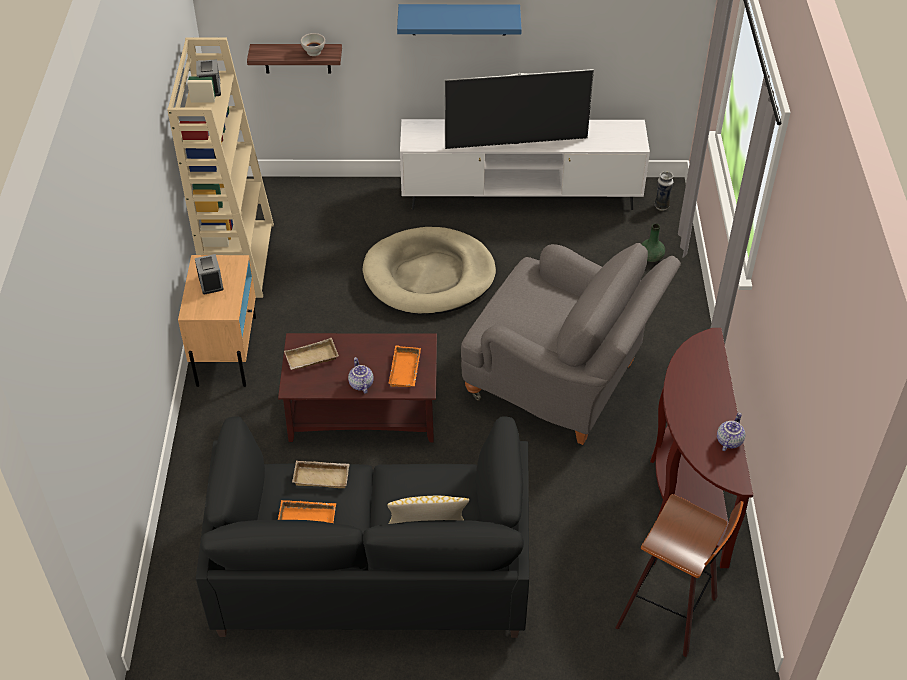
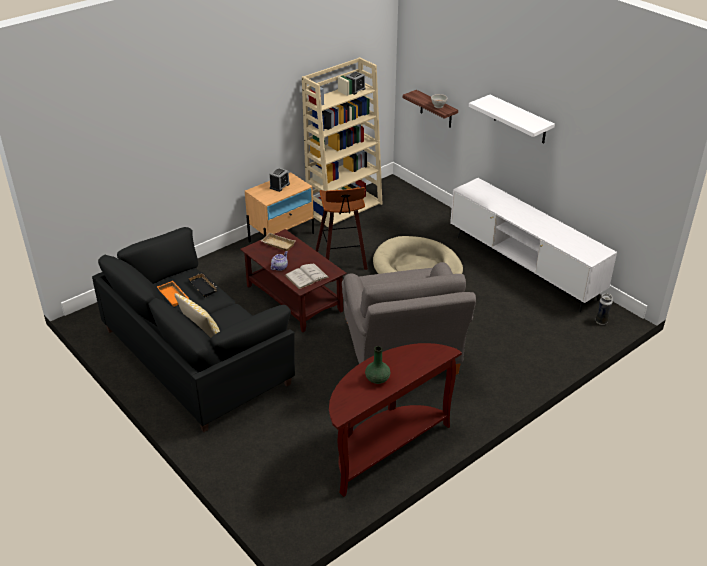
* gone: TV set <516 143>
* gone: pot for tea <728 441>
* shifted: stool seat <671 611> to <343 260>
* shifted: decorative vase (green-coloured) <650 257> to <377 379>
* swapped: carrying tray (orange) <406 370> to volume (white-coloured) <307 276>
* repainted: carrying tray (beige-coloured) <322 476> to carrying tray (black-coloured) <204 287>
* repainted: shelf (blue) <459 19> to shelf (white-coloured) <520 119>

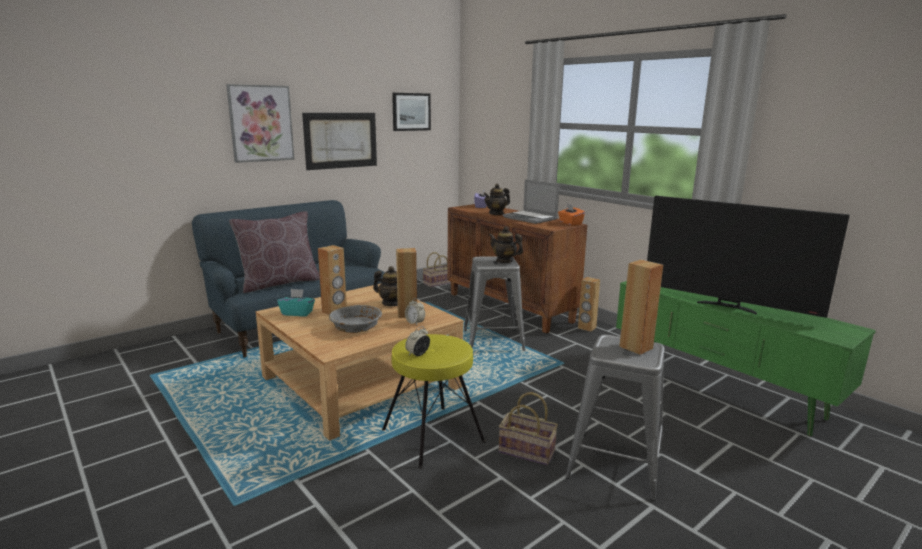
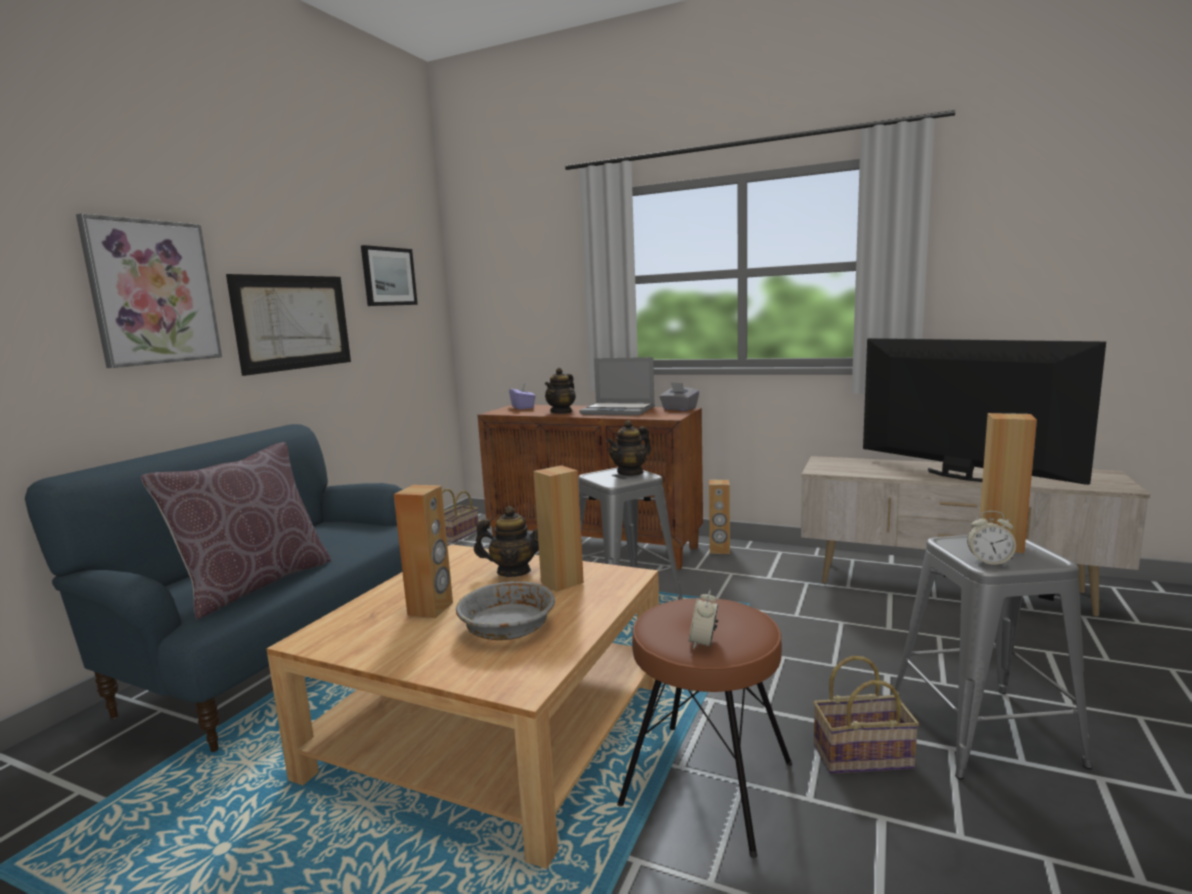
* gone: tissue box (turquoise) <297 313>
* shifted: table clock <415 323> to <989 562>
* repainted: stool seat (yellowish) <432 436> to stool seat (brownish) <708 785>
* repainted: tissue box (orange) <570 223> to tissue box (gray) <679 409>
* repainted: tv unit (green-coloured) <719 389> to tv unit (beige-coloured) <948 588>
* rotated: pot for tea <504 261> = <630 472> 45 degrees counterclockwise
* rotated: TV set <727 306> = <959 476> 135 degrees counterclockwise

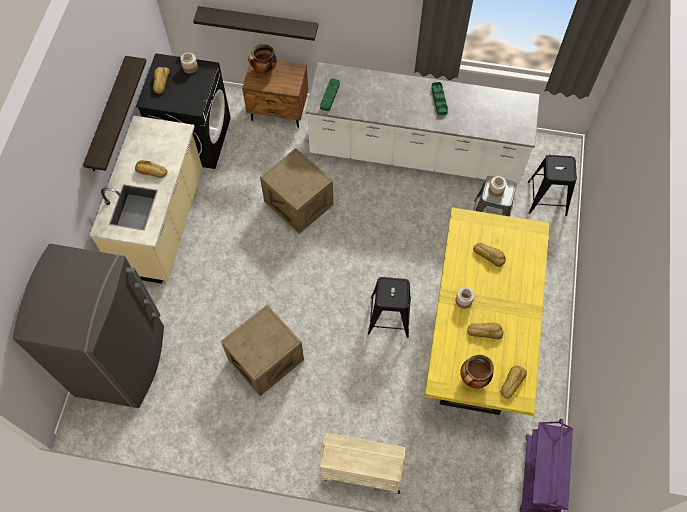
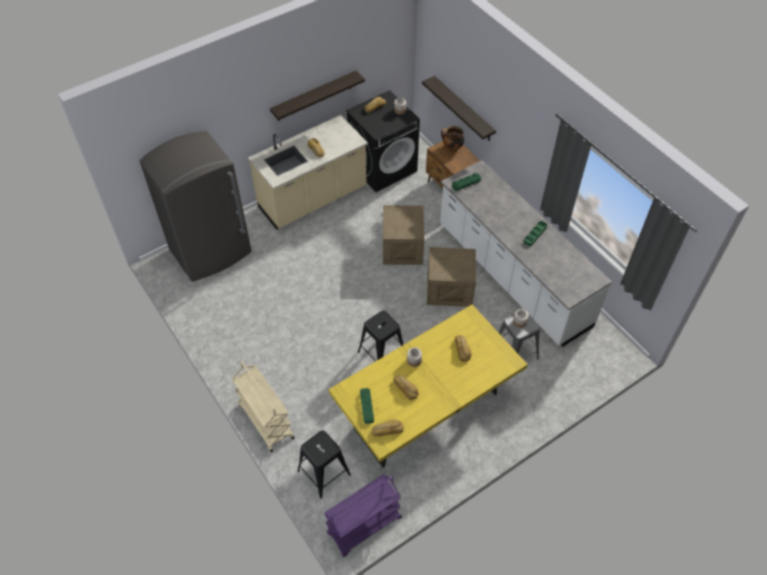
* shifted: packing crate <265 359> to <449 289>
* shifted: stool seat (black-coloured) <547 198> to <324 473>
* swapped: stockpot <473 378> to carrying tray (green-coloured) <366 406>

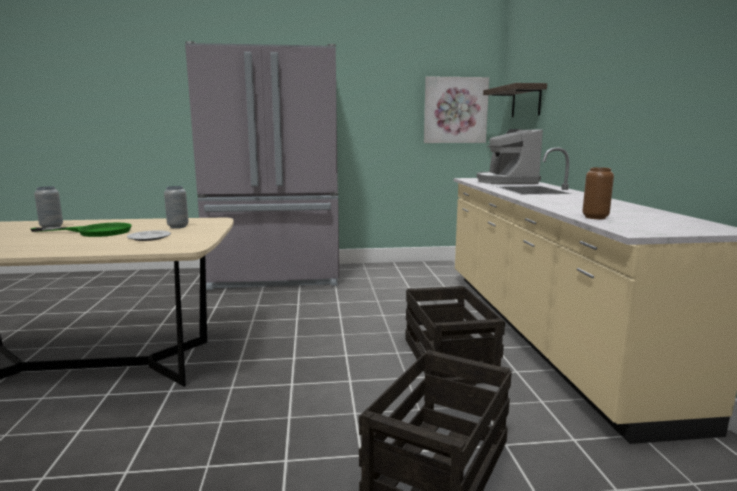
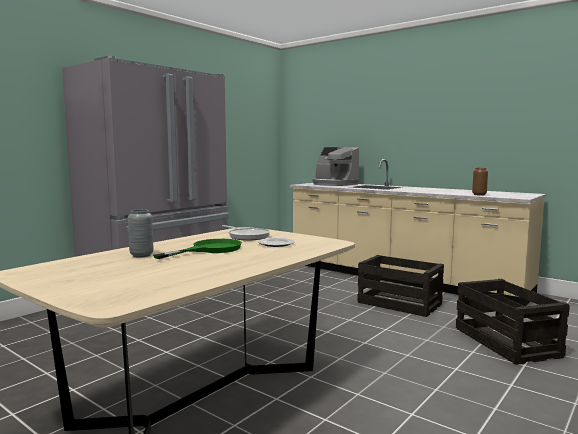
* gone: picture <455 110>
* gone: shelf <526 101>
* swapped: decorative vase (gray) <178 226> to skillet <247 236>

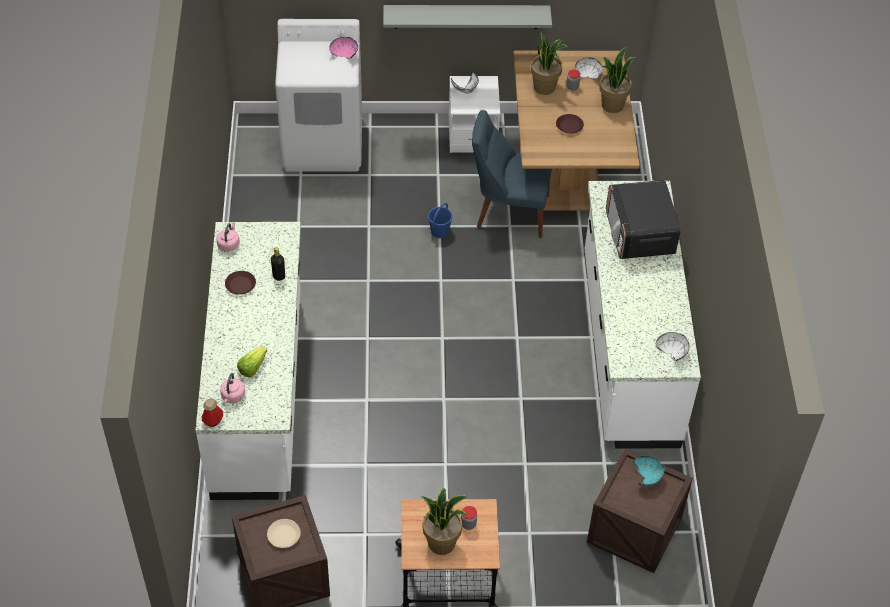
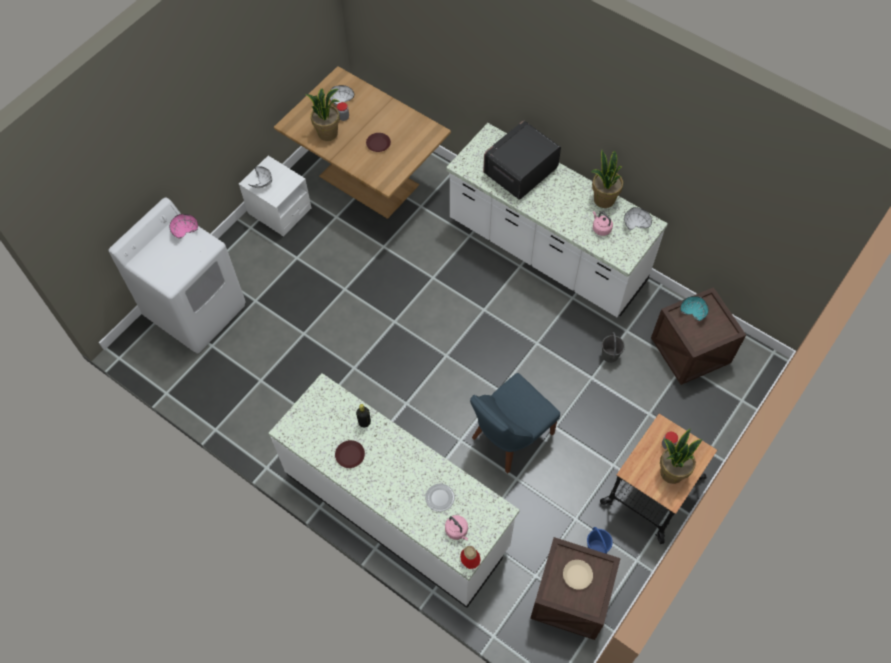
* gone: shelf (gray) <466 16>
* new: water bucket (gray) <610 355>
* shifted: kettle (pinkish) <229 244> to <600 228>
* shifted: water bucket (blue) <440 231> to <596 548>
* shifted: plain chair (blue) <508 212> to <509 437>
* shifted: plant in a pot <612 105> to <603 199>
* swapped: head of lettuce <252 367> to dinner plate <439 498>
* rotated: kitchen microwave <639 234> = <520 172> 105 degrees clockwise

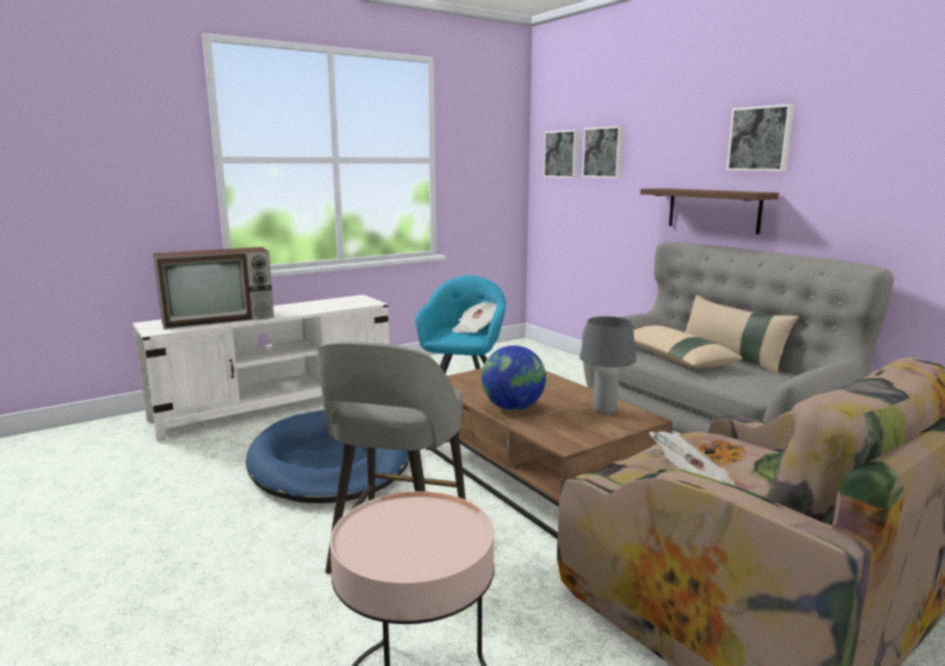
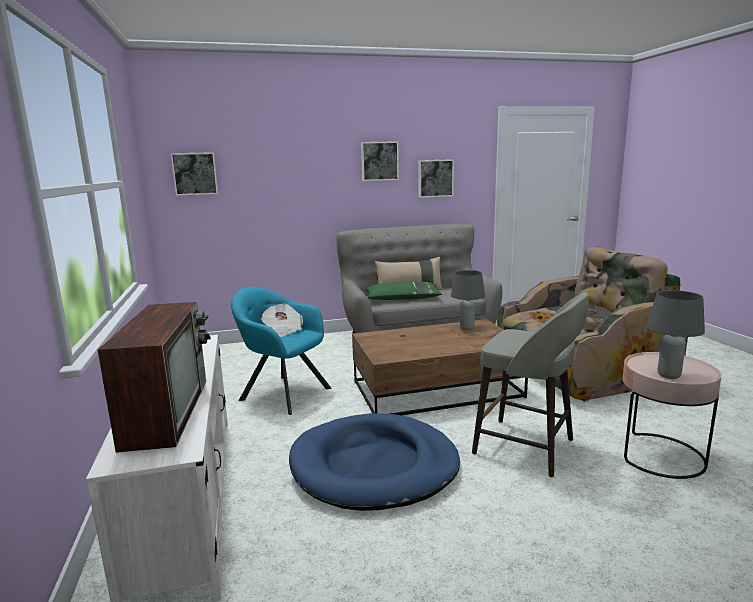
* gone: desk globe <513 408>
* gone: shelf <713 210>
* new: tabletop lamp (gray) <668 376>
* shifted: picture <604 152> to <435 178>
* repainted: cushion (beige-coloured) <674 358> to cushion (green-coloured) <403 299>

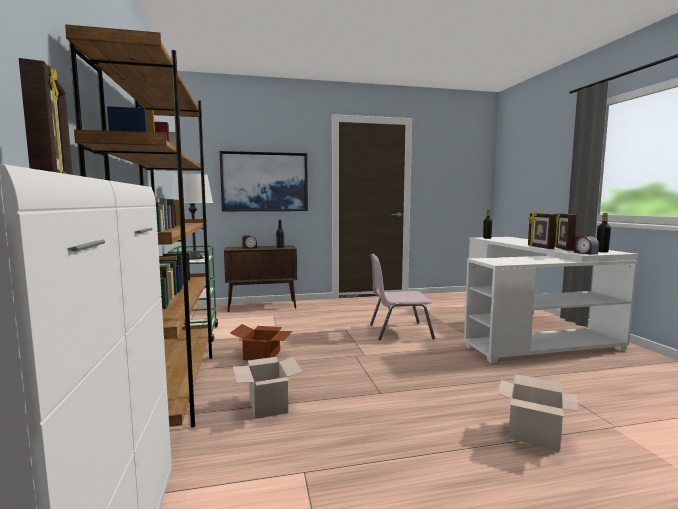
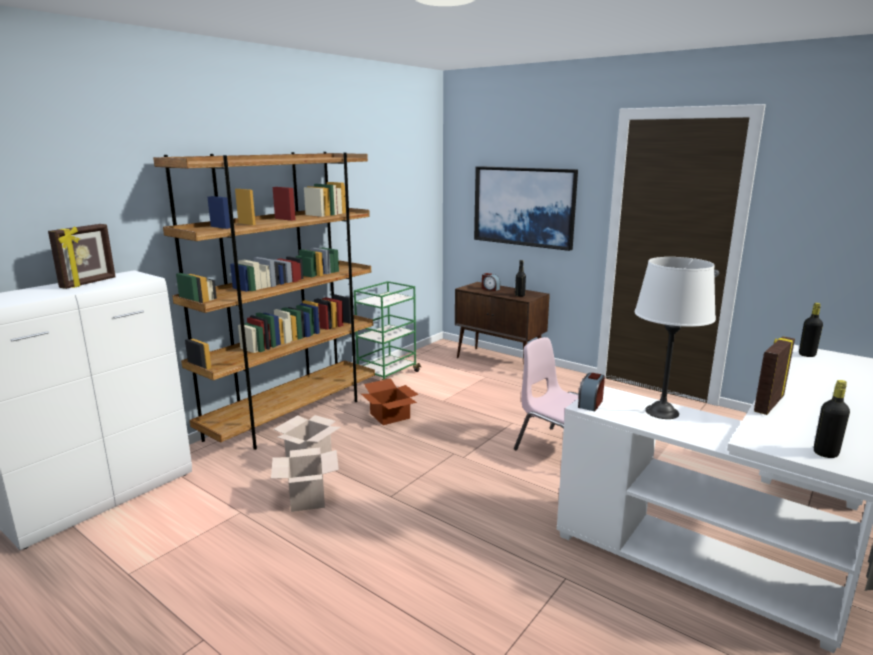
* gone: standing frame <562 249>
* shifted: tabletop lamp (white-coloured) <194 258> to <661 412>
* shifted: packing box <532 435> to <306 498>
* shifted: table clock <584 253> to <590 403>

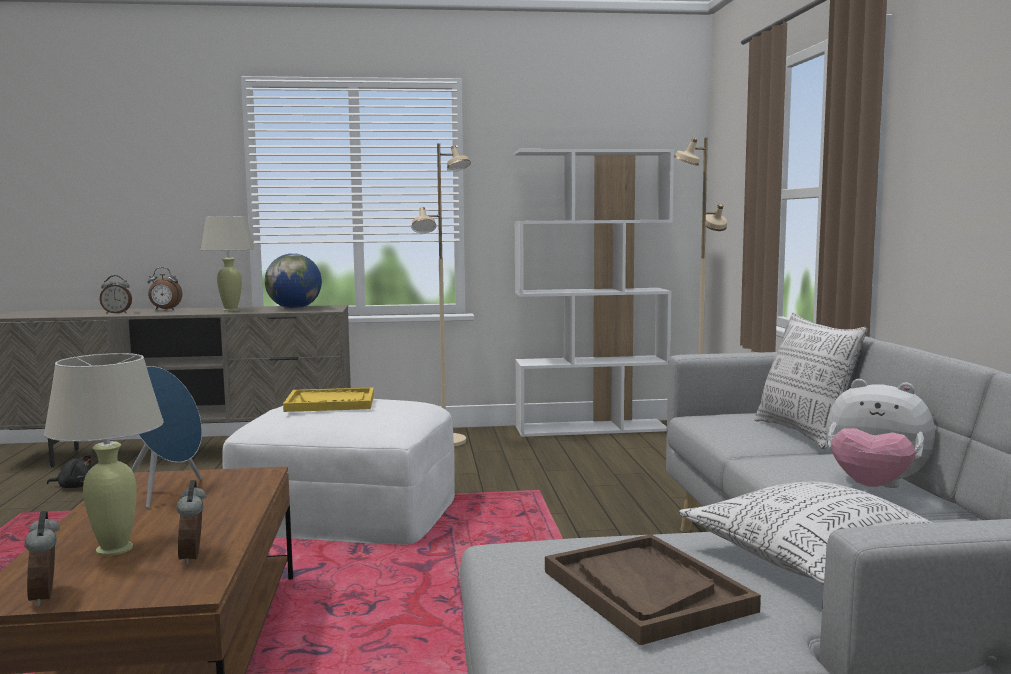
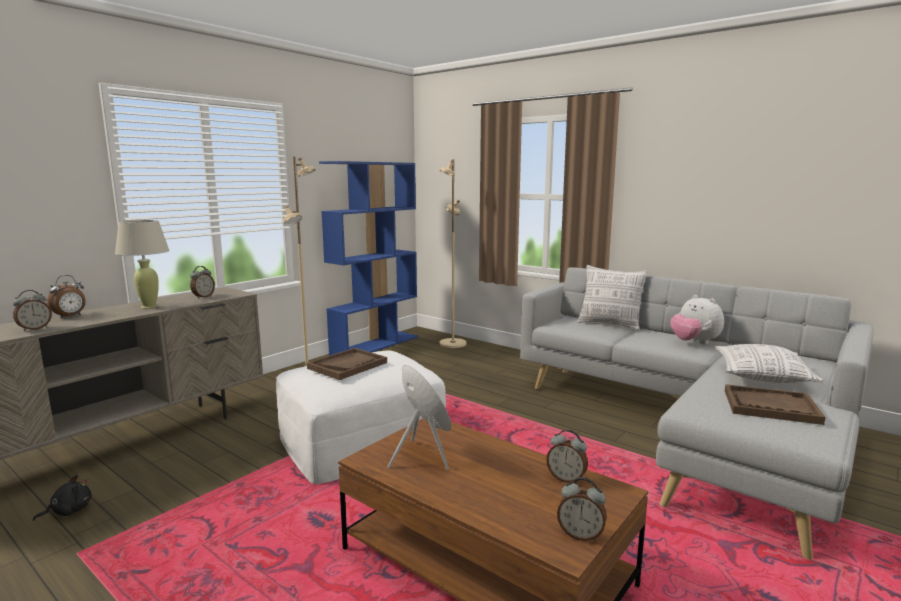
* gone: tabletop lamp (beige-coloured) <114 549>
* swapped: desk globe <294 308> to table clock <203 297>
* repainted: carrying tray (yellowish) <331 403> to carrying tray (brownish) <347 365>
* repainted: bookcase (white-coloured) <591 428> to bookcase (blue) <375 345>
* rotated: soft toy <874 488> = <694 343> 75 degrees clockwise

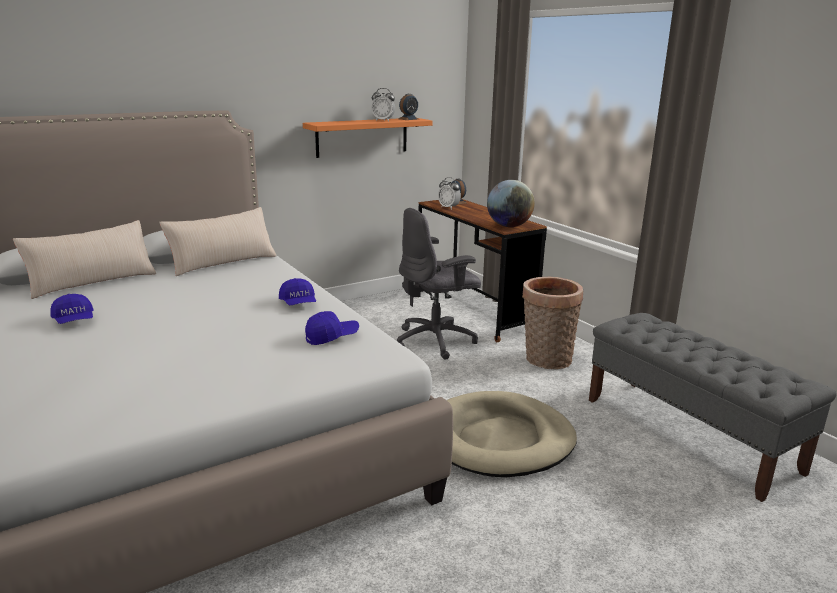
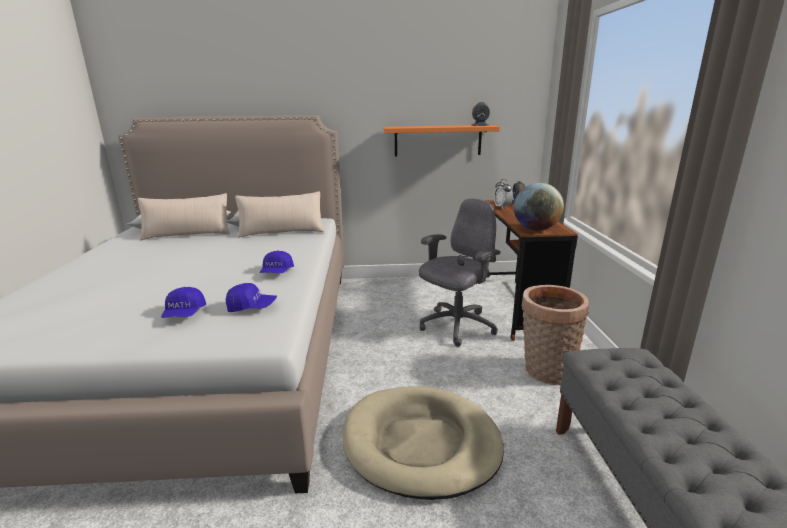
* gone: table clock <383 120>
* shifted: cap (blue) <74 321> to <184 314>
* rotated: office chair (gray) <436 341> = <456 326> 135 degrees clockwise

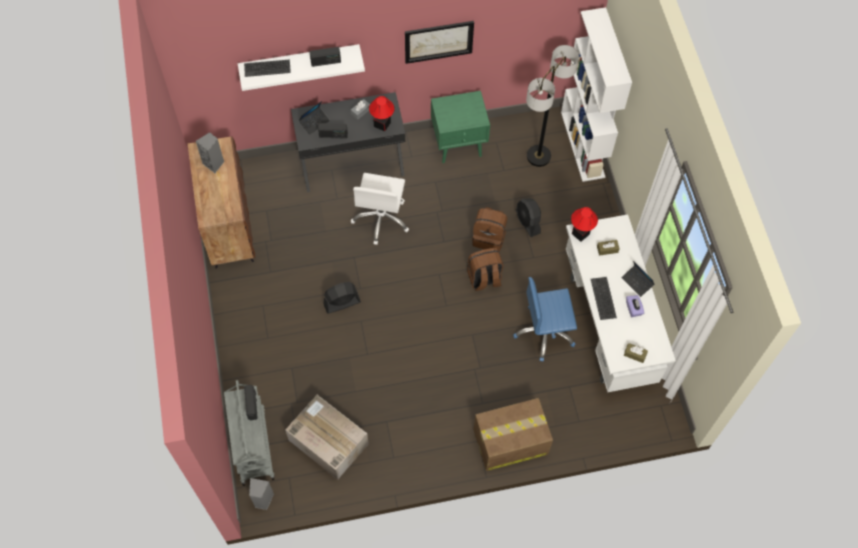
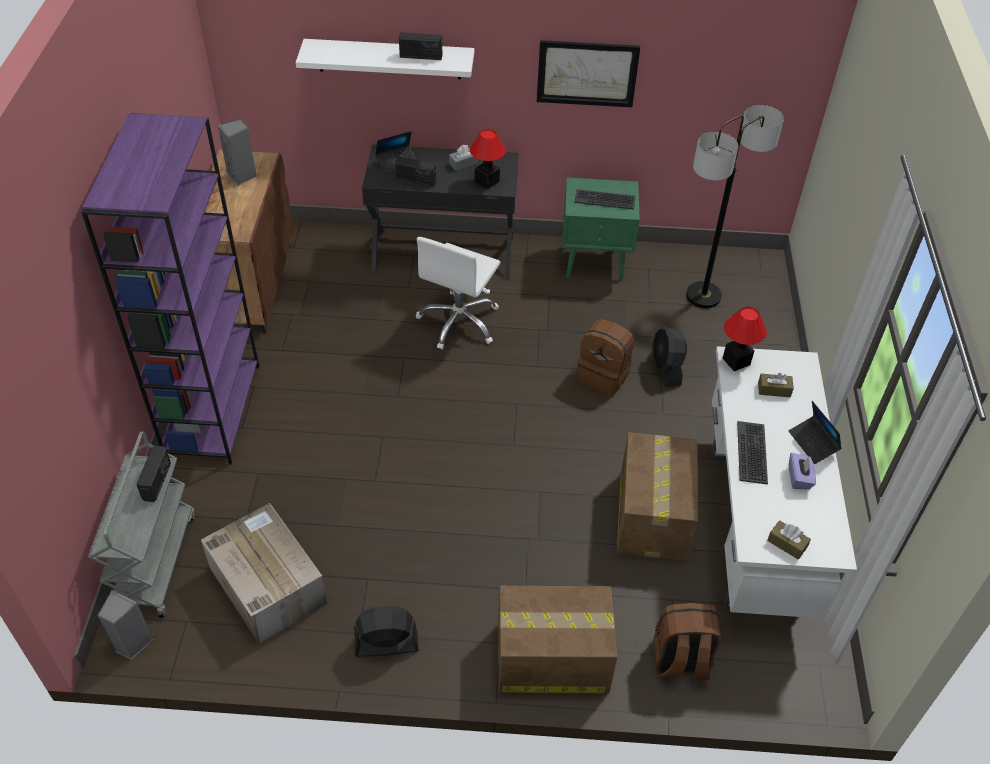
* gone: bookcase (white-coloured) <583 145>
* new: bookcase (purple-coloured) <213 410>
* shifted: keyboard <267 68> to <605 199>
* shifted: electric fan (black-coloured) <342 303> to <386 644>
* shifted: knapsack (brownish) <484 279> to <680 660>
* swapped: office chair (blue) <544 332> to packing box <652 514>

